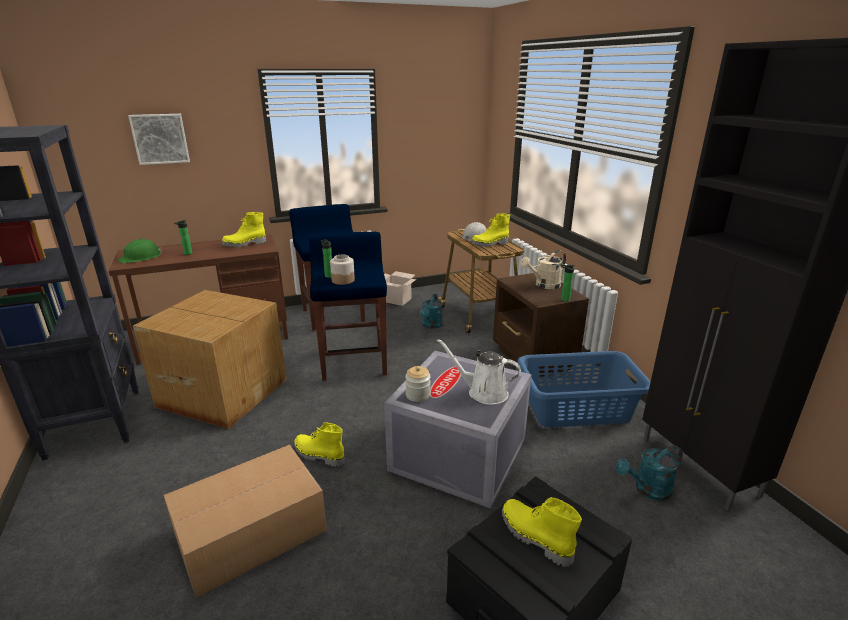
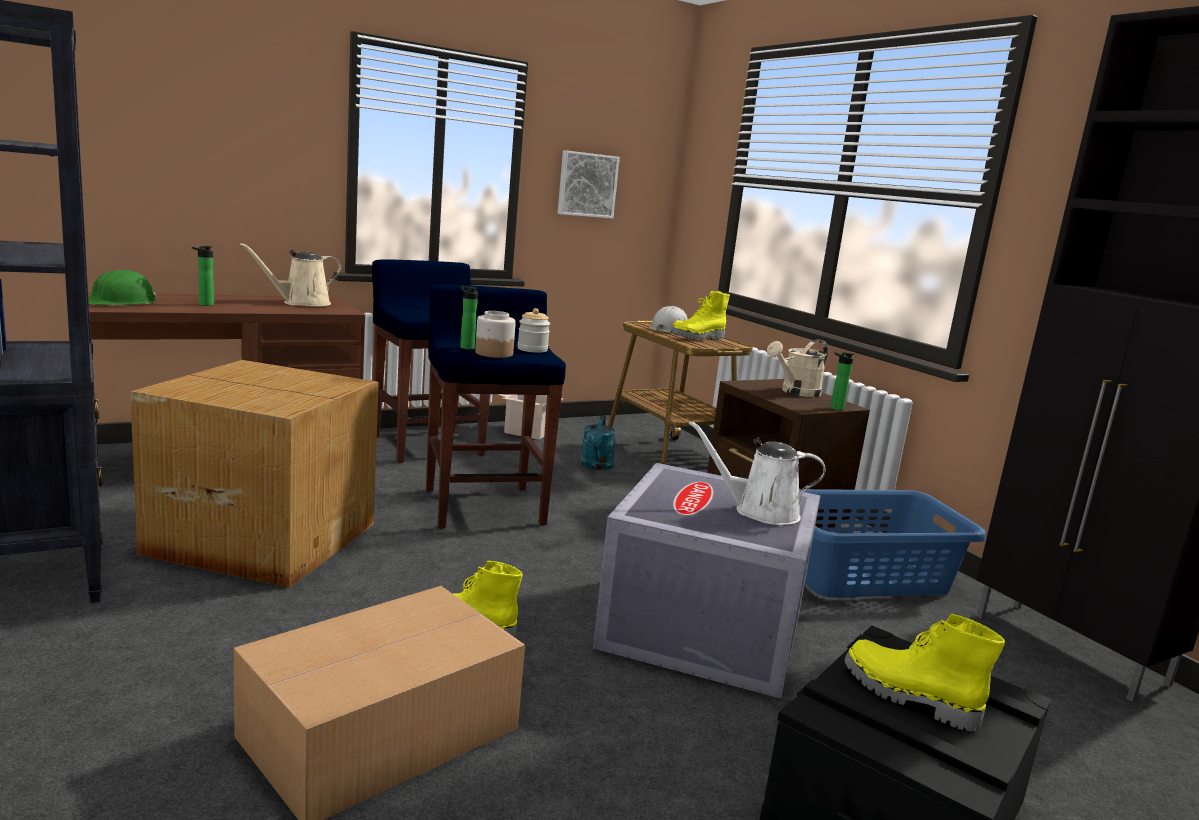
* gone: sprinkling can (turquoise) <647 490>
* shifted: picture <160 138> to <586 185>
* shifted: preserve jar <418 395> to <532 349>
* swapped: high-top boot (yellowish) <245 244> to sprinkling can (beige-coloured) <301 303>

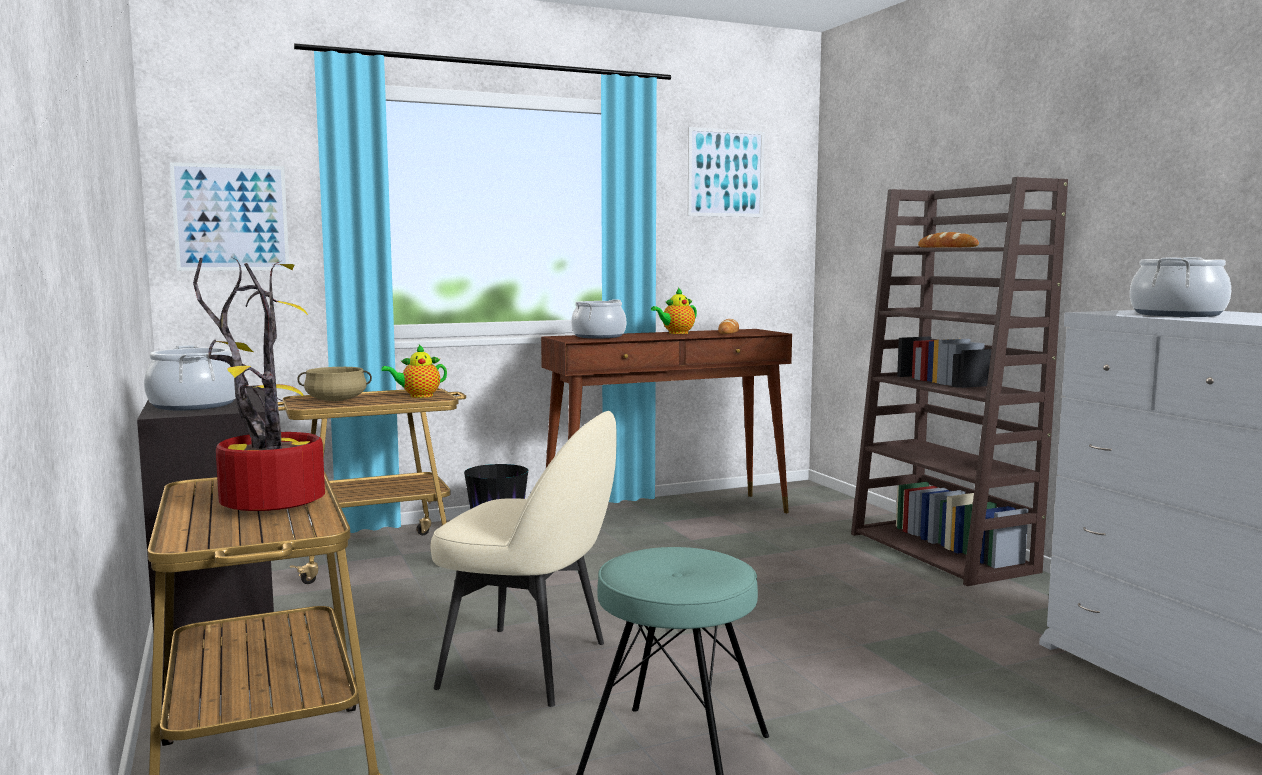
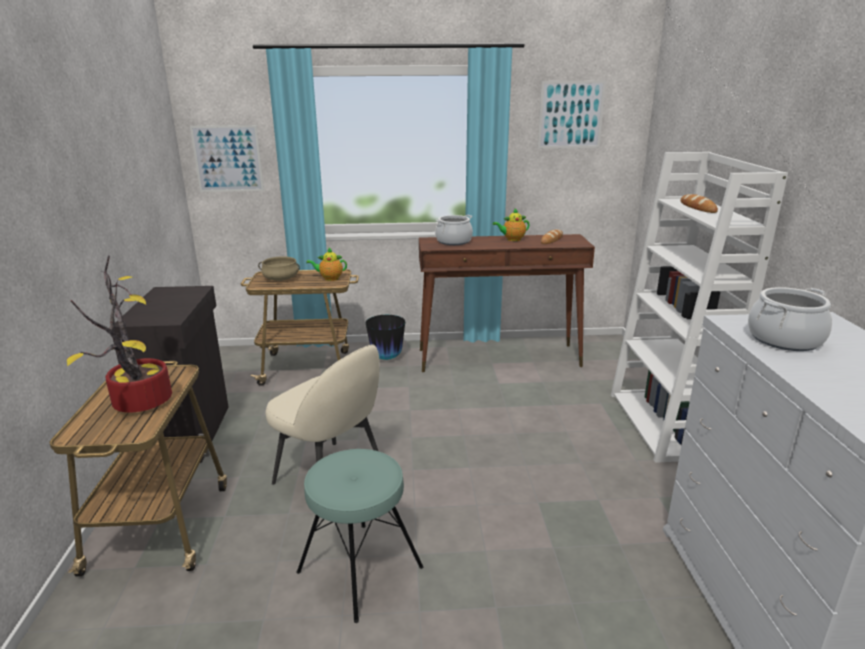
* gone: stockpot <193 405>
* repainted: bookcase (brownish) <943 552> to bookcase (white-coloured) <664 425>

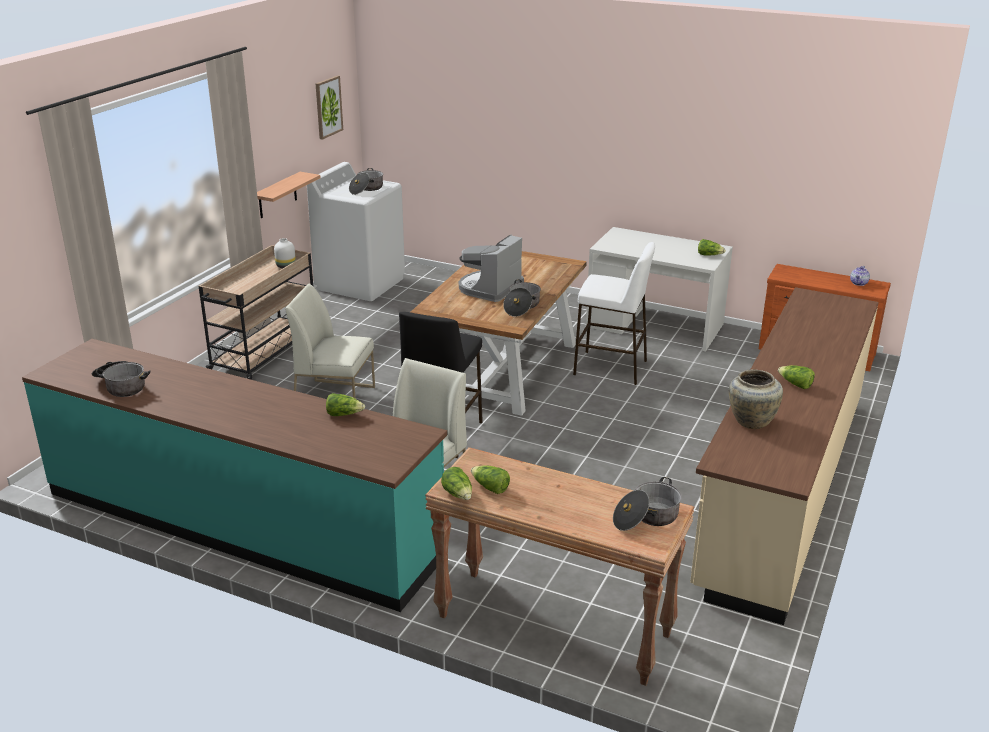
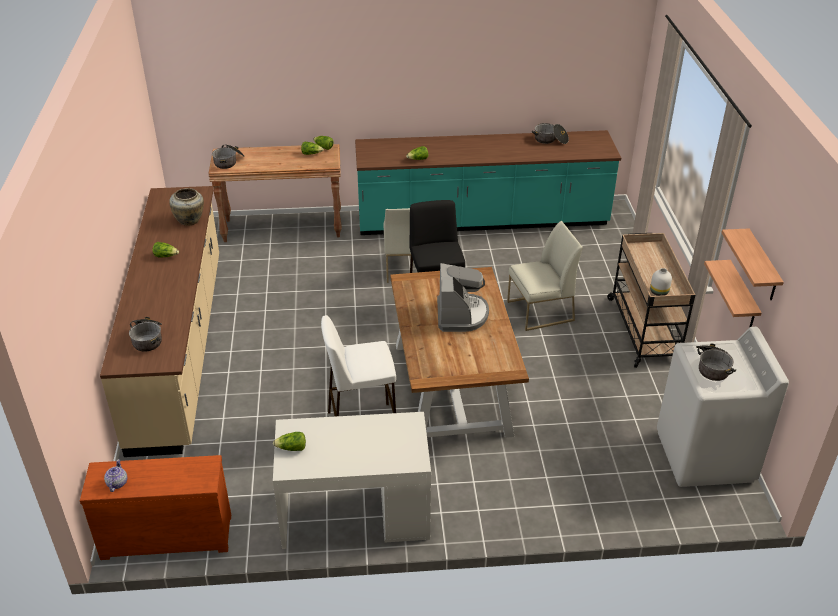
* gone: picture <328 107>
* new: shelf <762 266>
* shifted: stockpot <521 307> to <148 339>

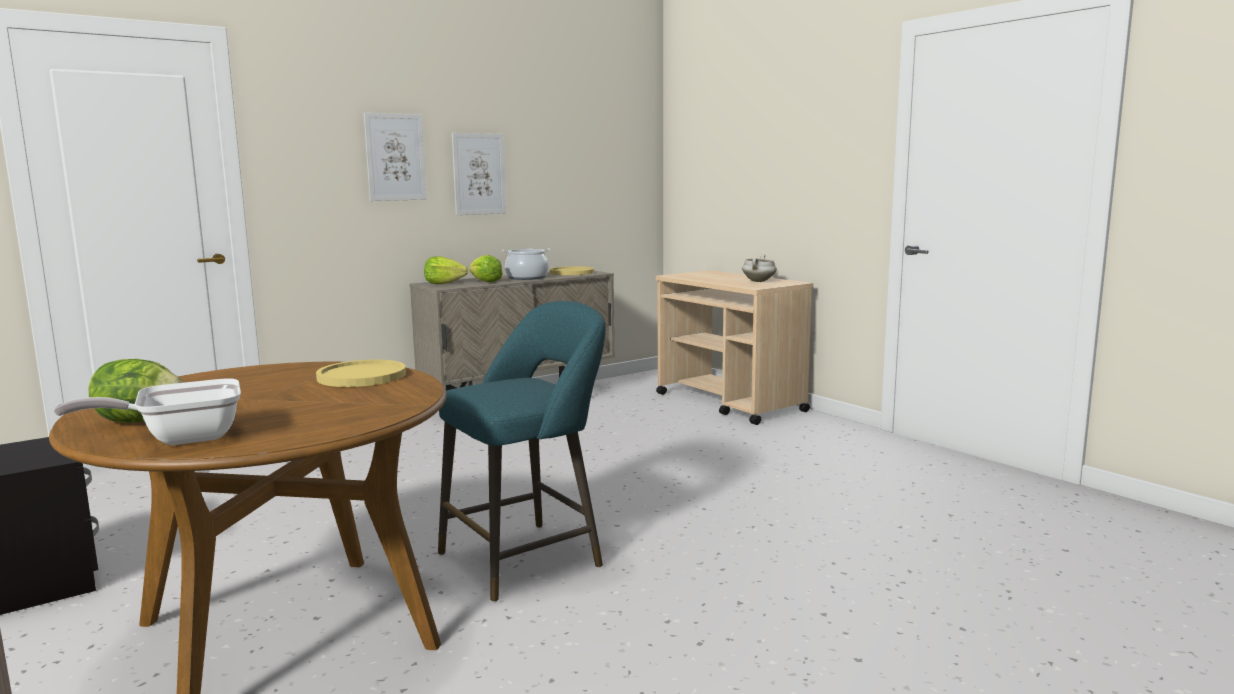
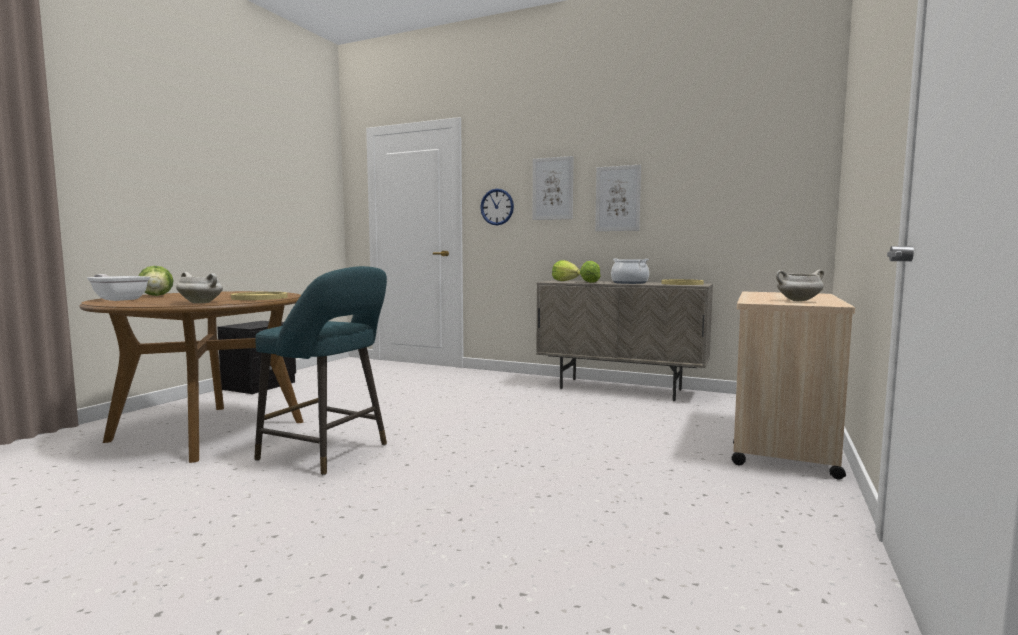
* new: stockpot (white-coloured) <202 303>
* new: clock on the wall <497 207>

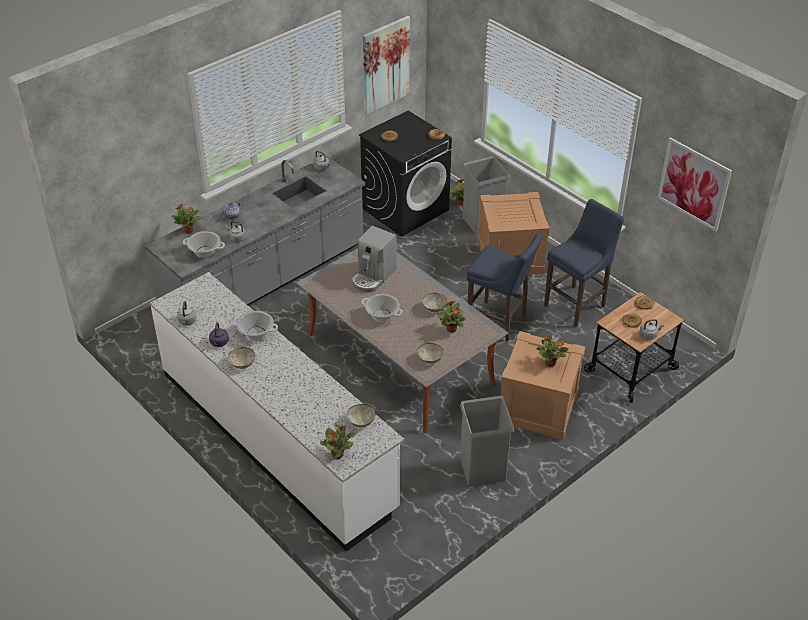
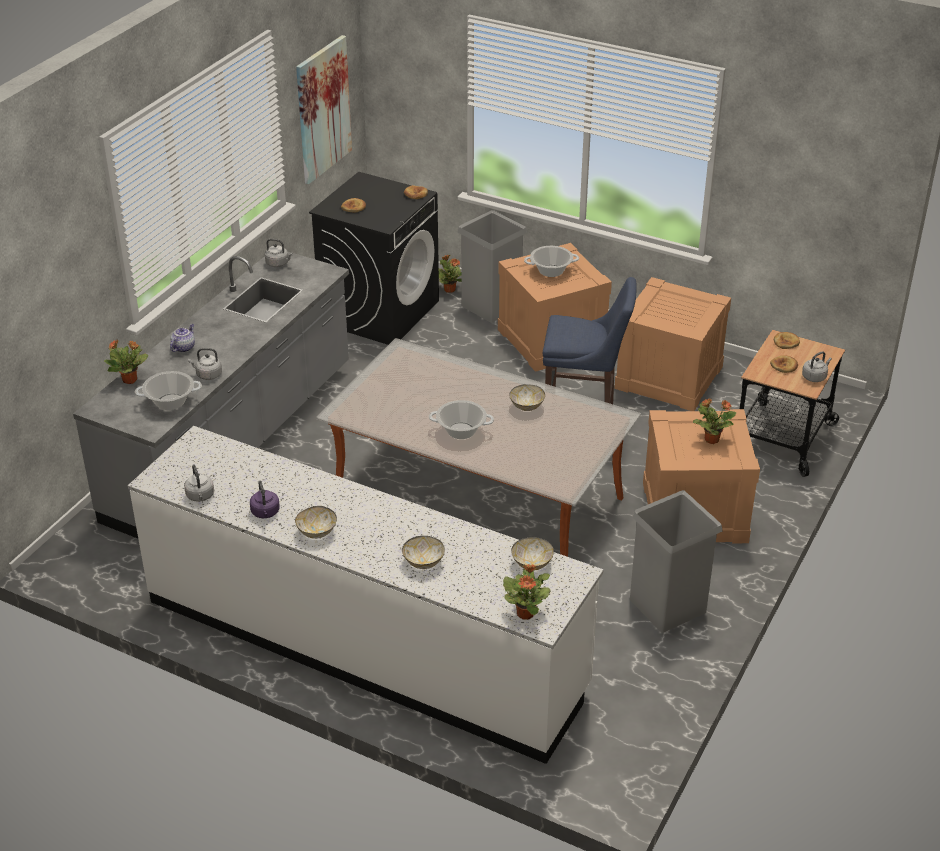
* gone: coffee machine <373 276>
* gone: plant in a pot <451 329>
* gone: picture <693 184>
* shifted: stockpot <256 333> to <551 271>
* shifted: serving bowl <430 359> to <423 562>
* swapped: stool seat (blue) <577 304> to packing crate <669 377>

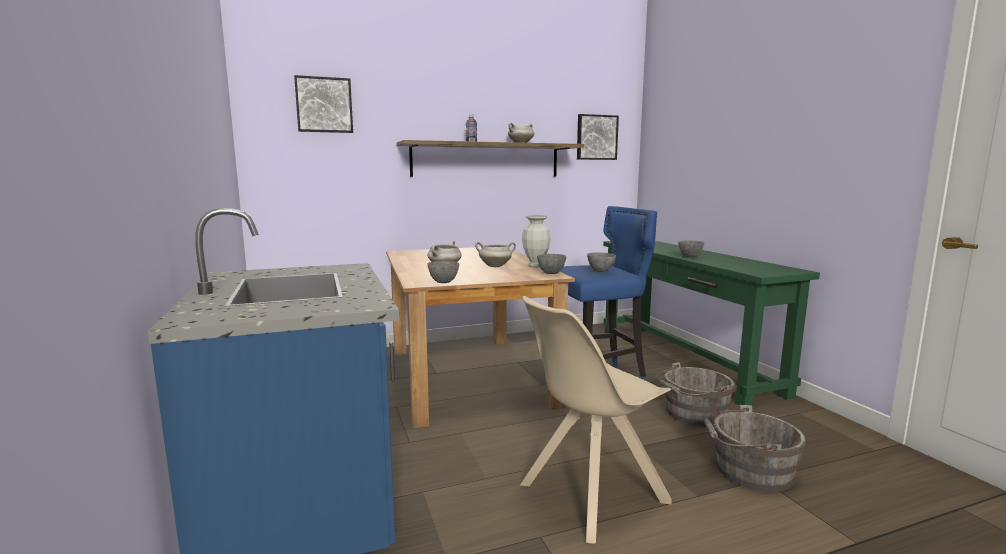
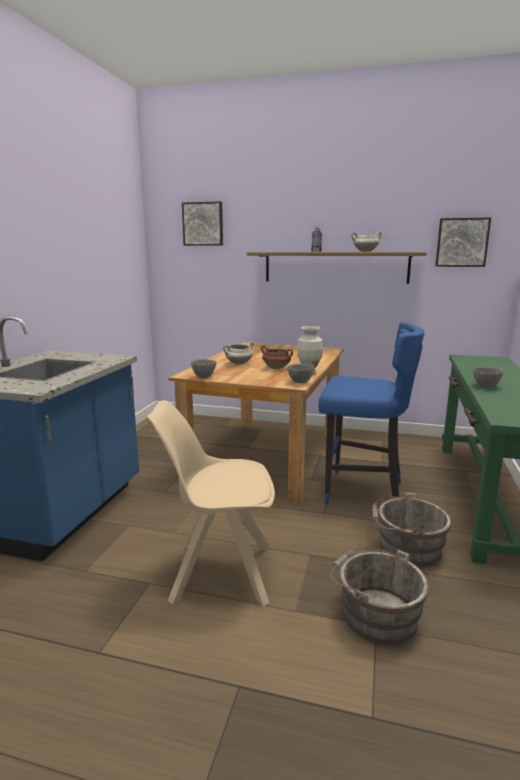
* gone: serving bowl (gray) <600 271>
* repainted: stockpot (white-coloured) <495 266> to stockpot (brownish) <277 368>

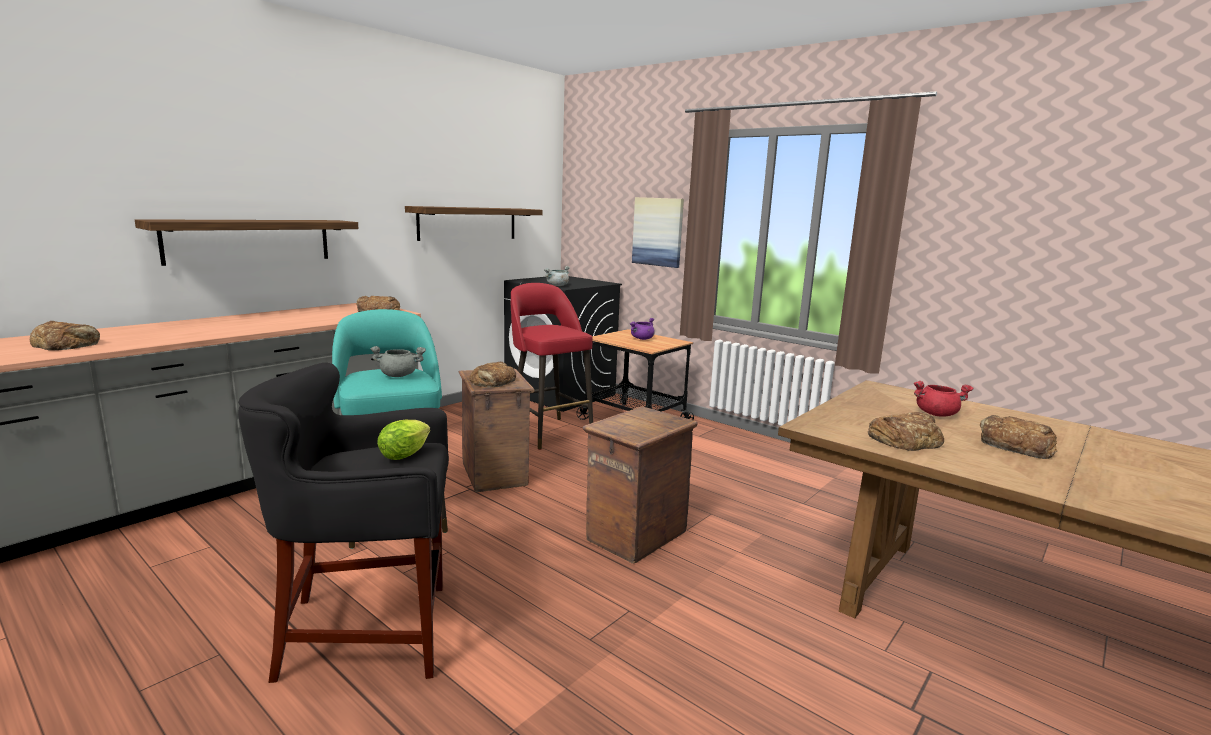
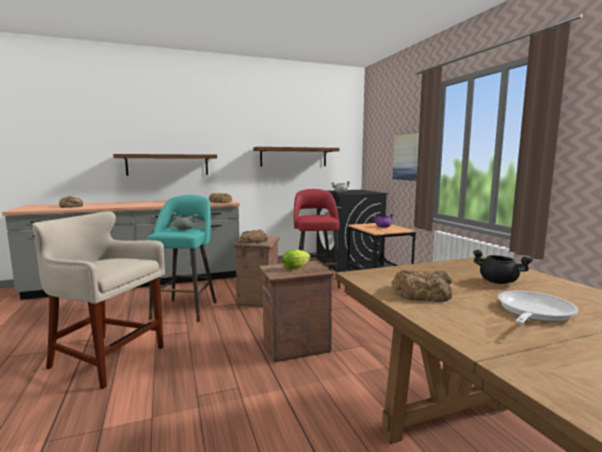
* shifted: head of lettuce <407 454> to <297 267>
* swapped: bread <1015 445> to skillet <532 312>
* repainted: stool seat (black-coloured) <368 633> to stool seat (beige-coloured) <106 359>
* repainted: stockpot (reddish) <936 414> to stockpot (black-coloured) <498 282>

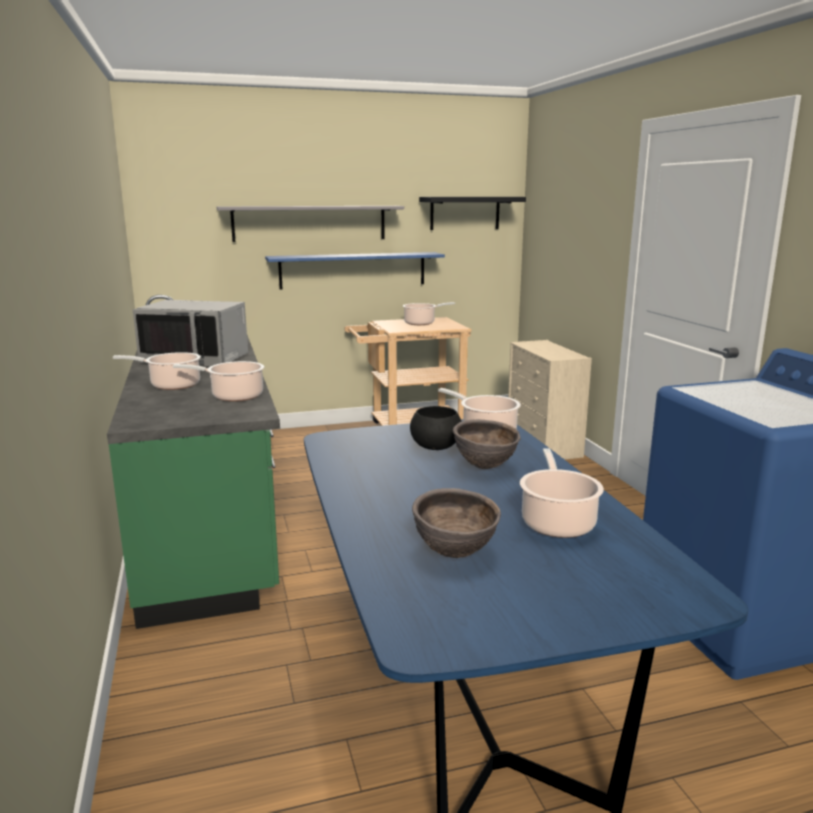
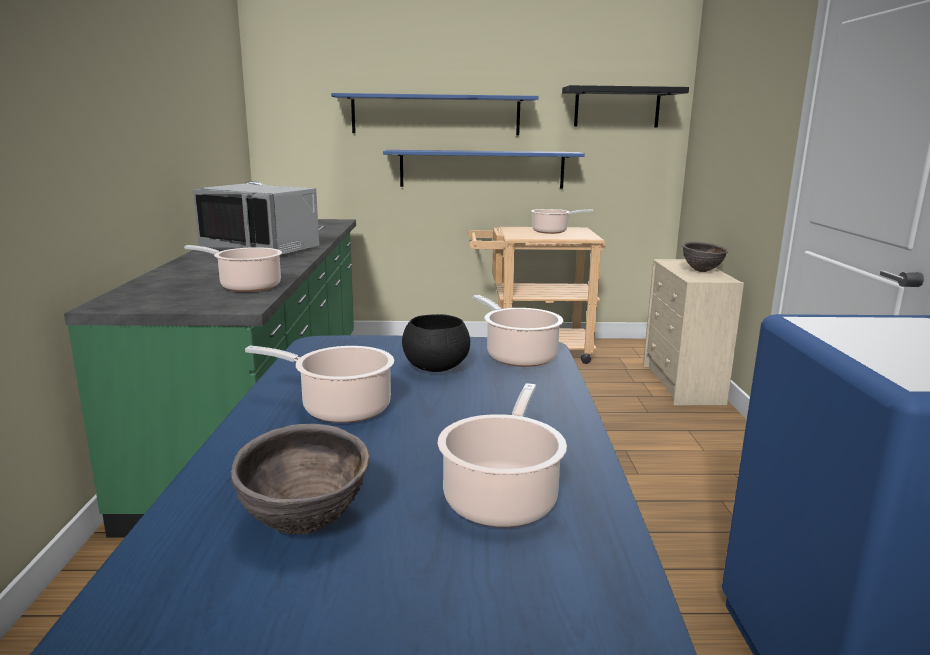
* shifted: stockpot <172 385> to <340 408>
* shifted: serving bowl (brownish) <485 467> to <702 271>
* repainted: shelf (gray) <309 223> to shelf (blue) <436 115>

